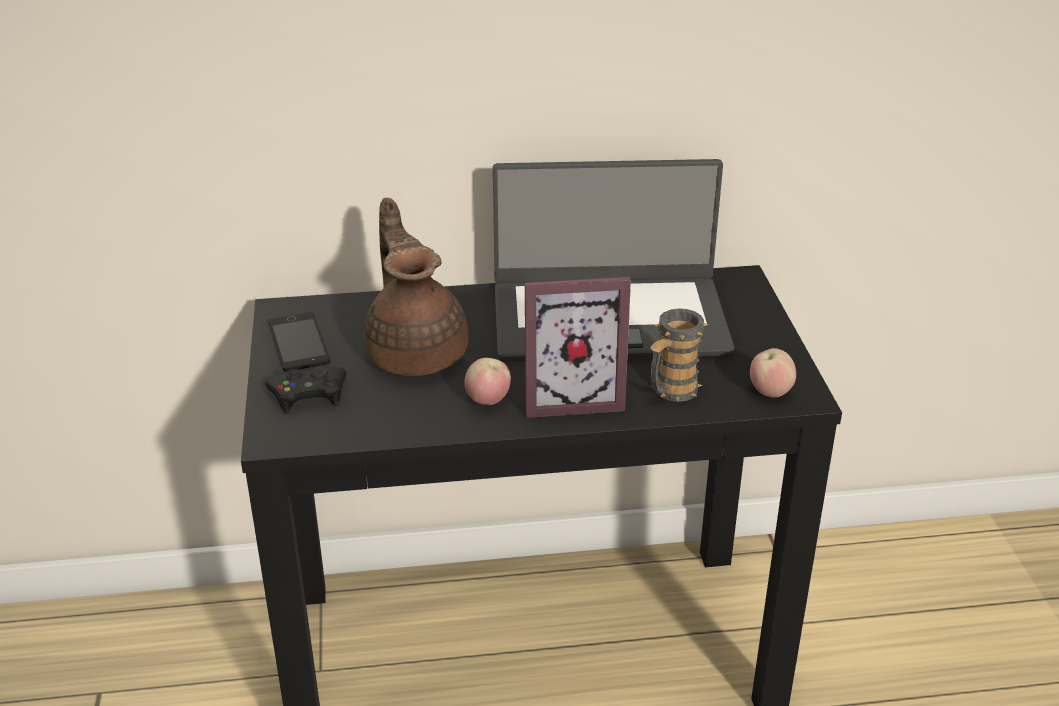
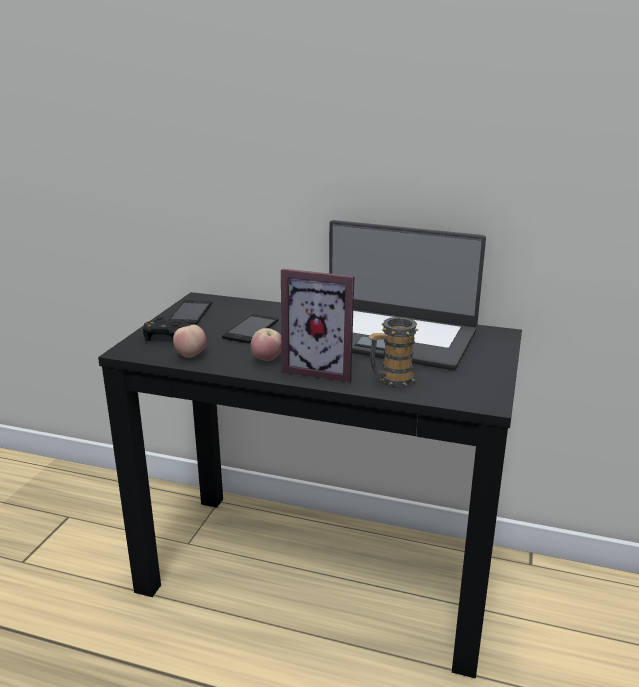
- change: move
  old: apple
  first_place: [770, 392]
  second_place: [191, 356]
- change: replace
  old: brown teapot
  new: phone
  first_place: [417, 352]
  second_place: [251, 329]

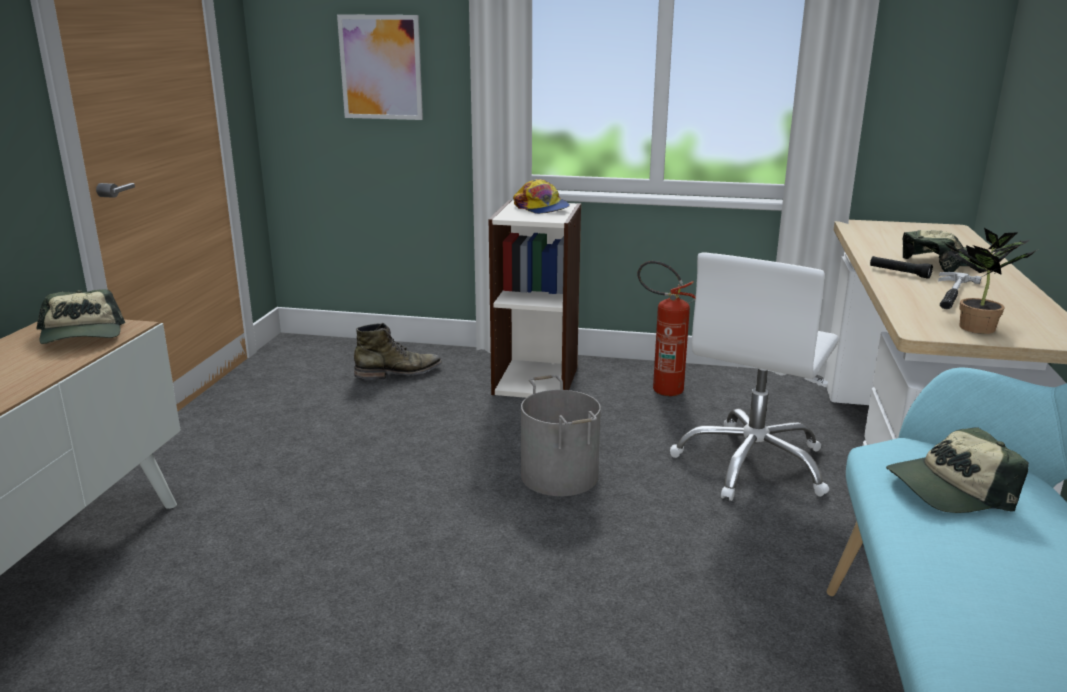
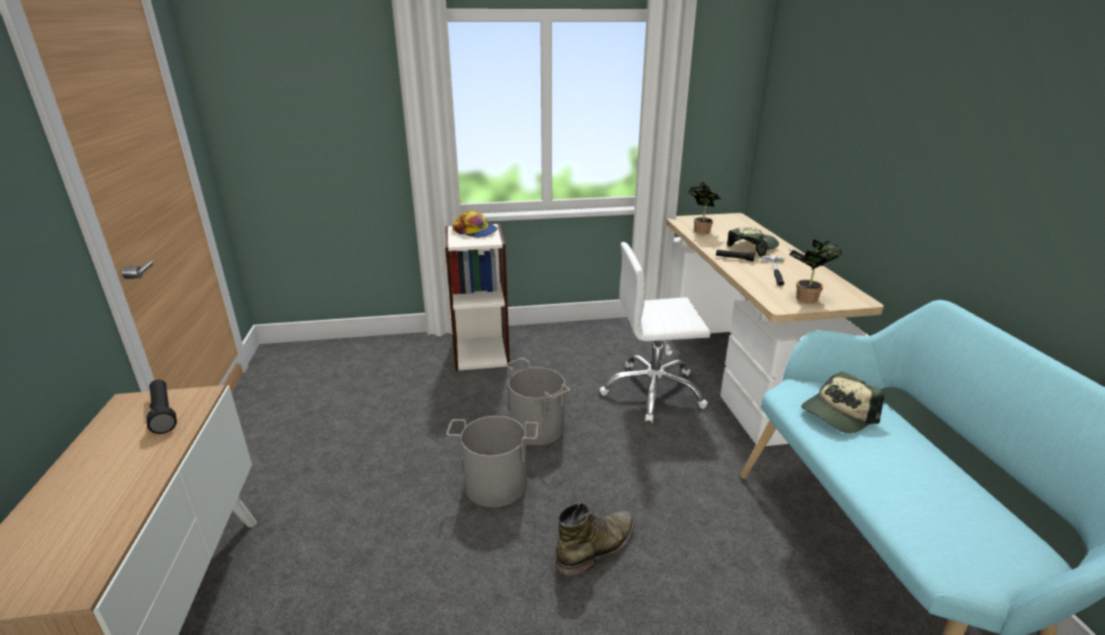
- change: delete
  old: picture
  first_place: [381, 67]
- change: delete
  old: fire extinguisher
  first_place: [660, 389]
- change: insert
  new: grey bucket
  second_place: [495, 485]
- change: insert
  new: potted plant
  second_place: [700, 230]
- change: move
  old: green boot
  first_place: [399, 373]
  second_place: [597, 547]
- change: replace
  old: cap
  new: black flashlight
  first_place: [82, 335]
  second_place: [163, 413]
- change: rotate
  old: white office chair
  first_place: [753, 464]
  second_place: [653, 392]
  degrees: 75

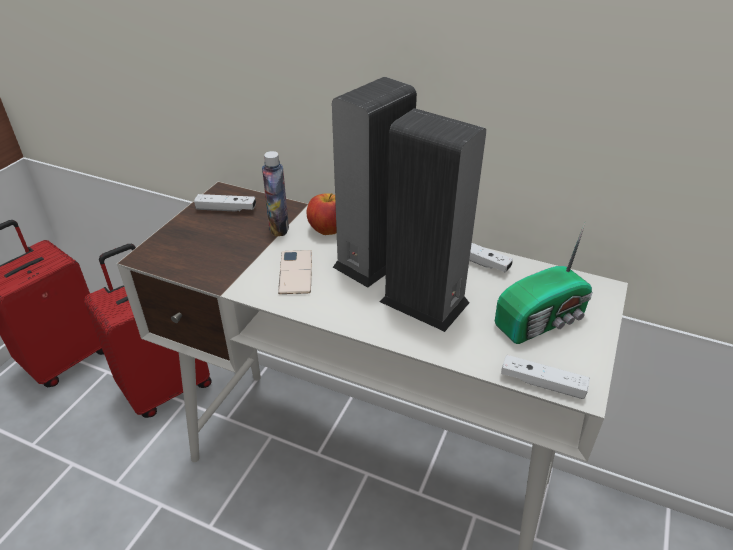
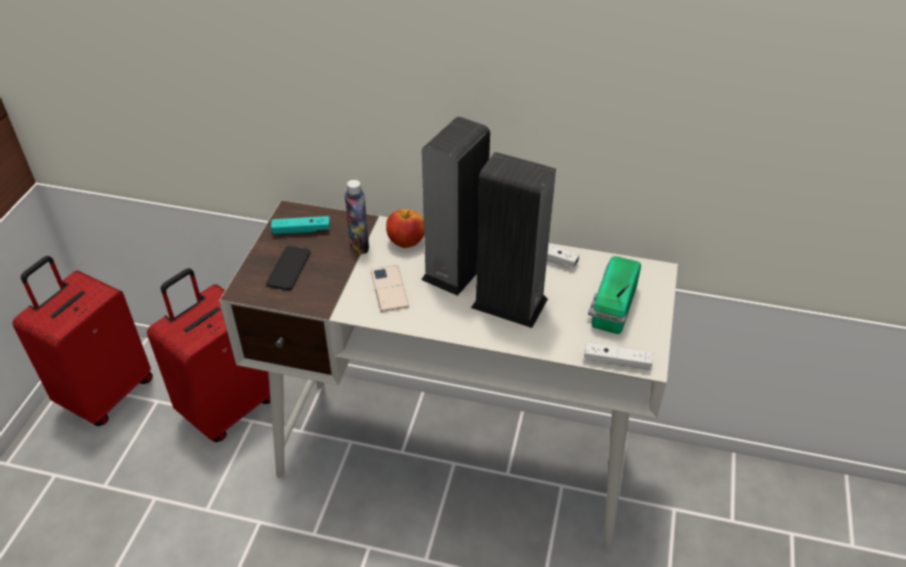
- change: insert
  new: phone
  second_place: [289, 268]
- change: recolor
  old: white game controller
  new: turquoise game controller
  first_place: [226, 209]
  second_place: [301, 230]
- change: rotate
  old: radio
  first_place: [543, 321]
  second_place: [611, 307]
  degrees: 150

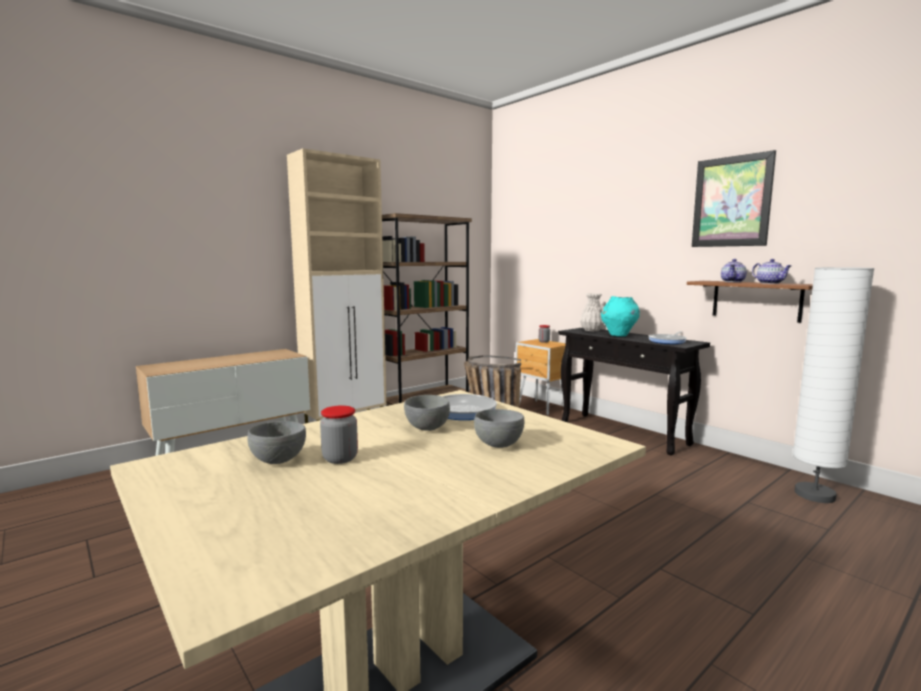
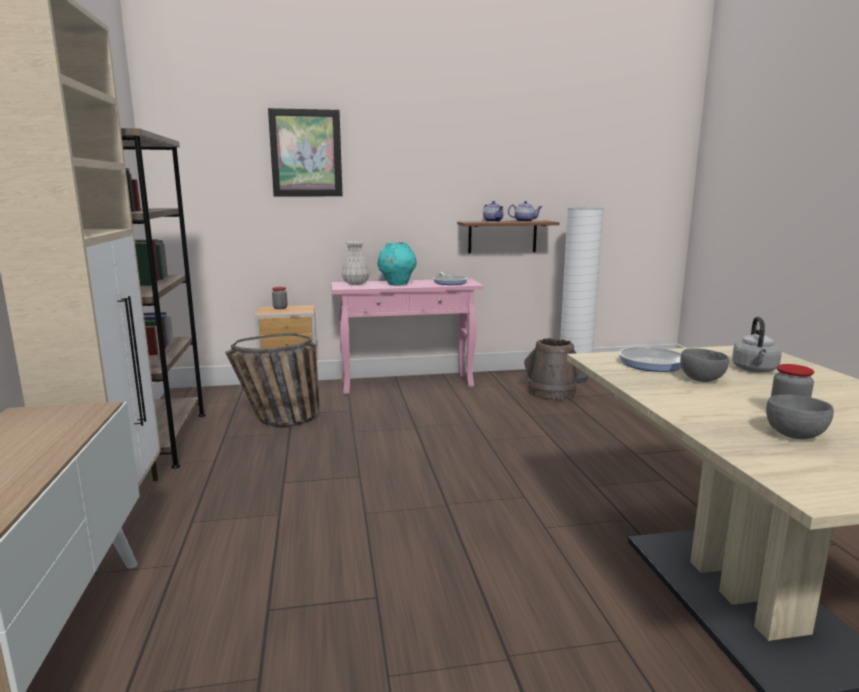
- change: insert
  new: brown bucket
  second_place: [551, 392]
- change: move
  old: picture
  first_place: [731, 202]
  second_place: [306, 153]
- change: replace
  old: grey bowl
  new: grey kettle
  first_place: [498, 445]
  second_place: [755, 370]
- change: recolor
  old: black console table
  new: pink console table
  first_place: [624, 433]
  second_place: [408, 384]

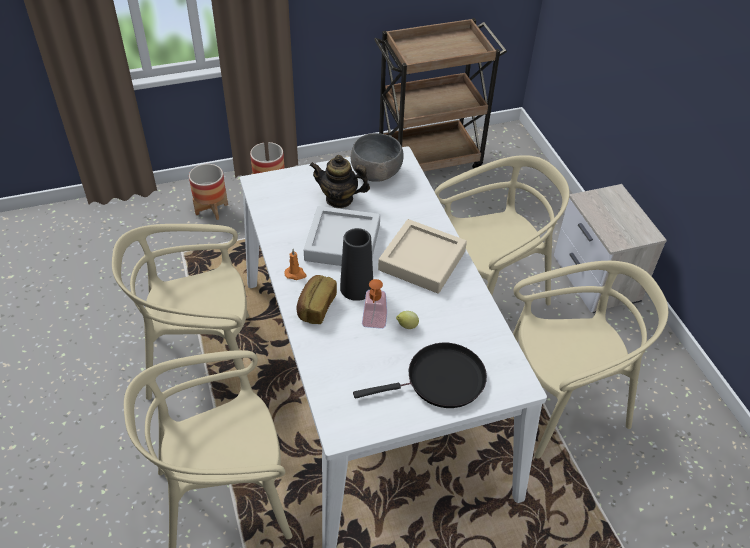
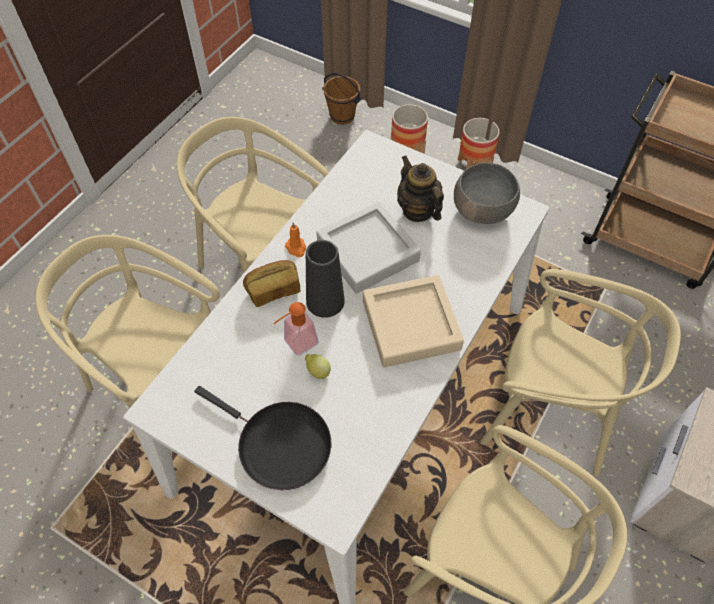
- change: insert
  new: brown bucket
  second_place: [342, 116]

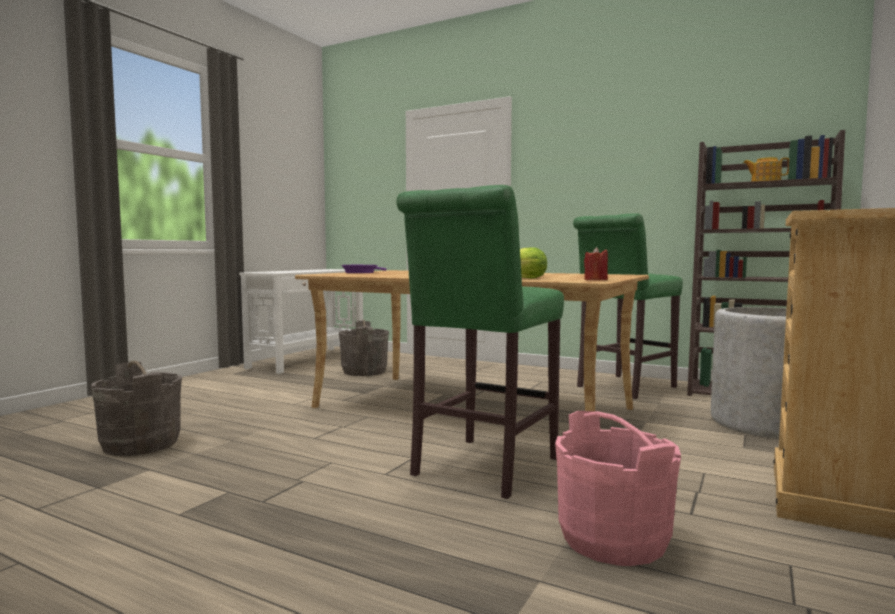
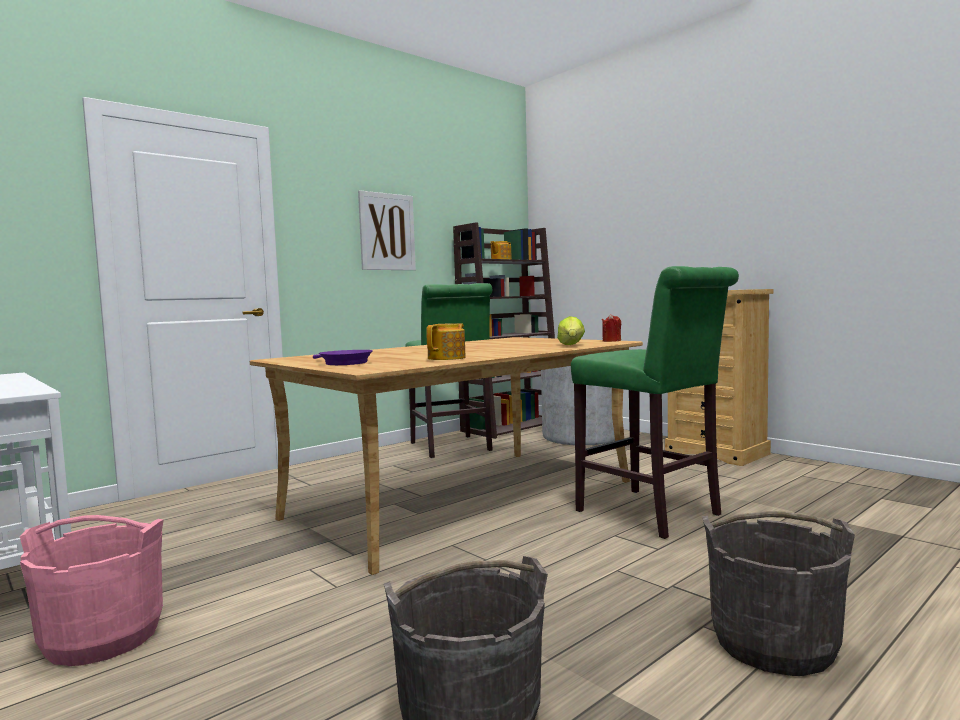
- change: insert
  new: picture
  second_place: [387, 232]
- change: insert
  new: teapot
  second_place: [447, 358]
- change: move
  old: grey bucket
  first_place: [364, 371]
  second_place: [773, 644]
- change: move
  old: pink bucket
  first_place: [613, 539]
  second_place: [102, 638]

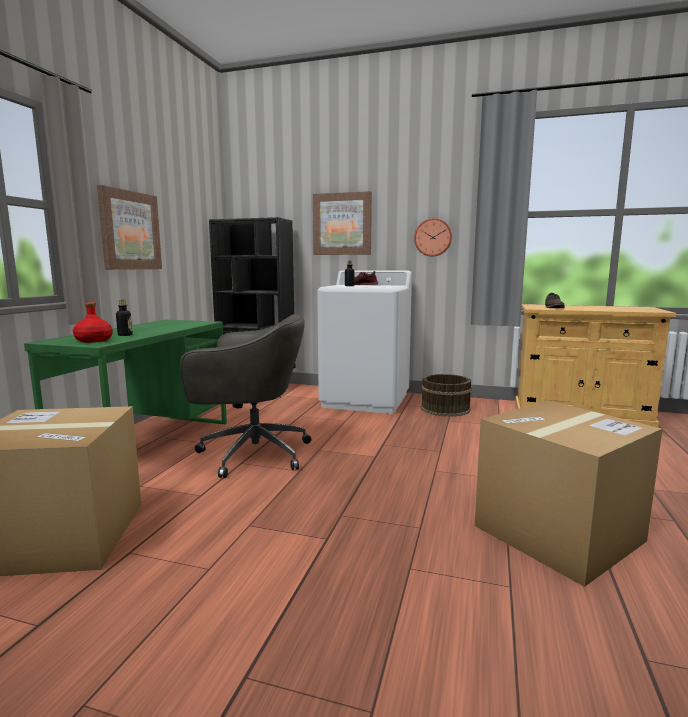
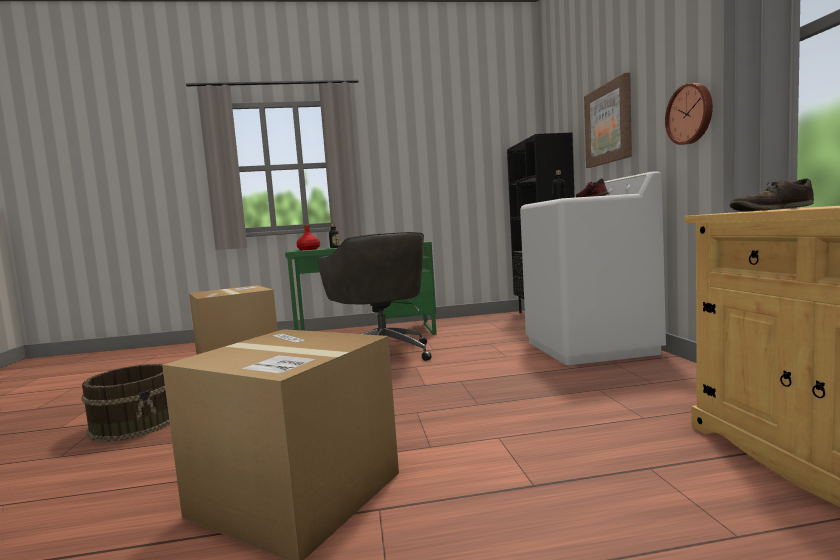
- change: delete
  old: picture
  first_place: [130, 230]
- change: move
  old: brown bucket
  first_place: [445, 408]
  second_place: [136, 423]

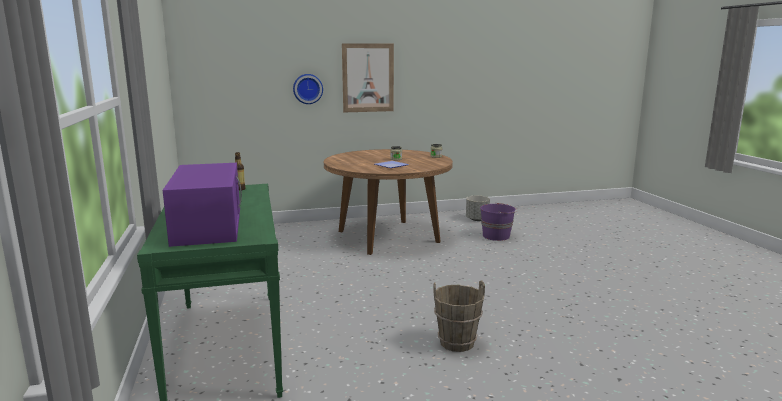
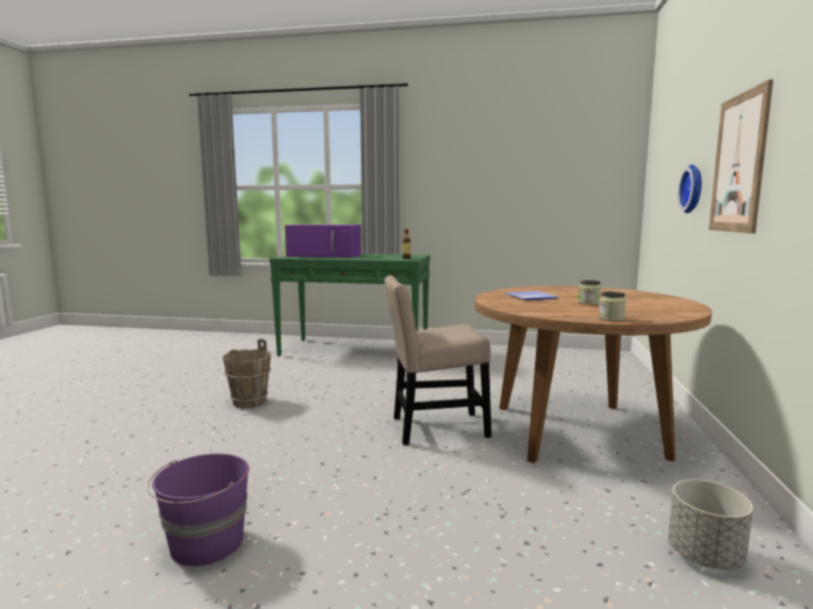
- change: insert
  new: beige chair
  second_place: [434, 428]
- change: move
  old: purple bucket
  first_place: [496, 236]
  second_place: [206, 544]

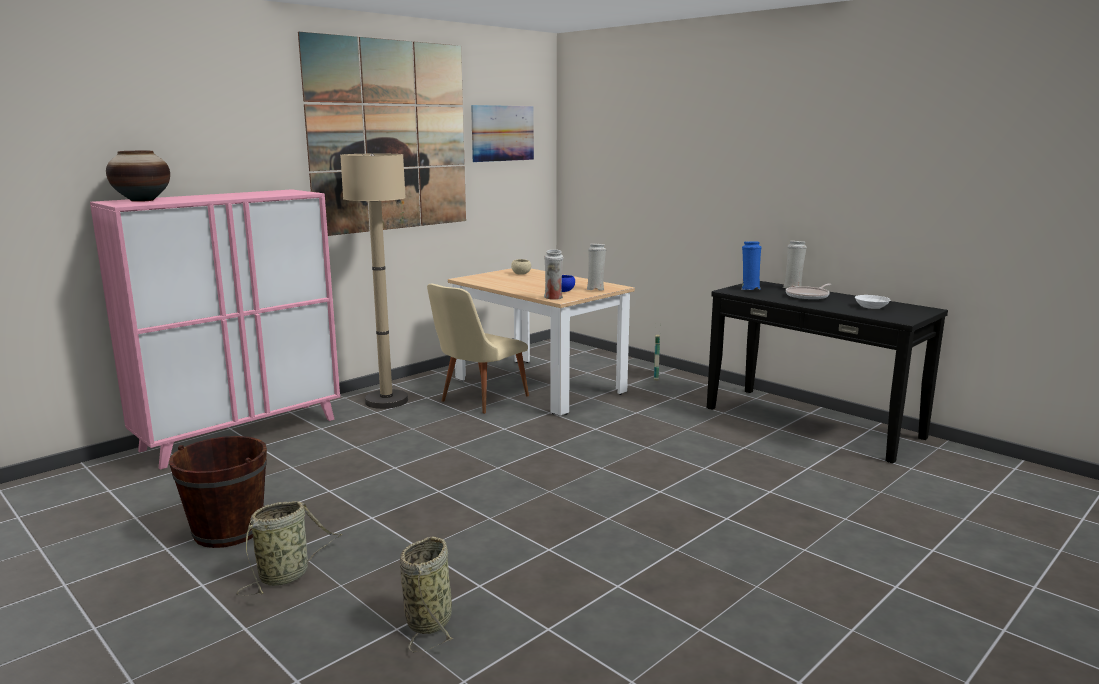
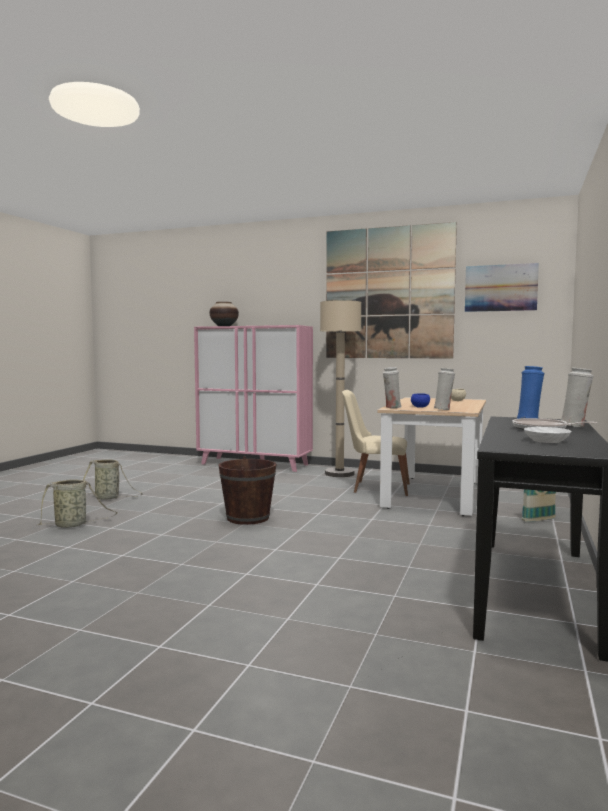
- change: move
  old: brown bucket
  first_place: [228, 531]
  second_place: [248, 518]

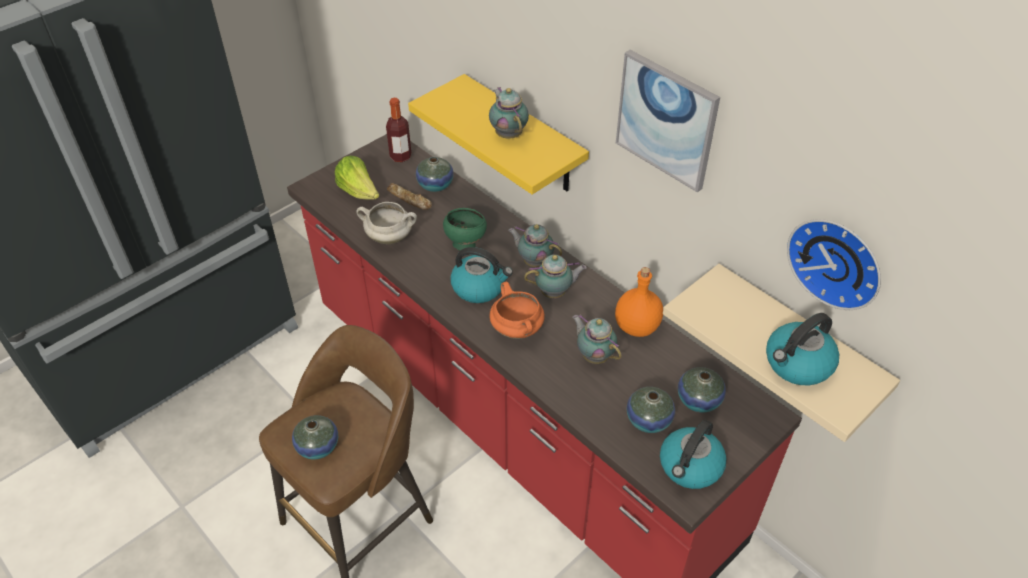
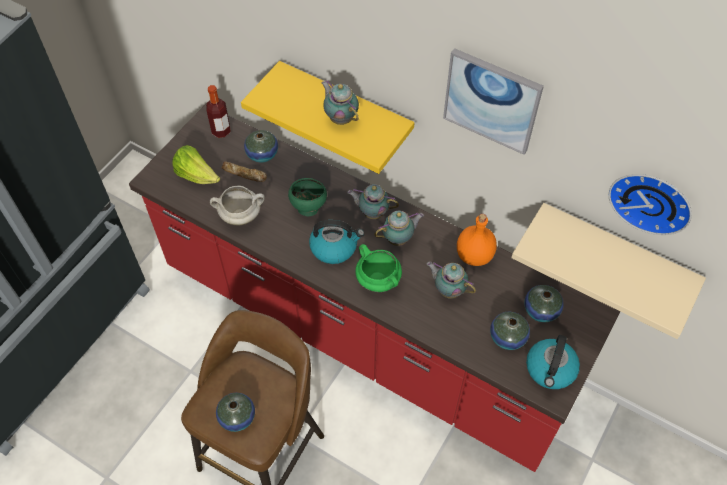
- change: delete
  old: kettle
  first_place: [797, 364]
- change: recolor
  old: orange cooking pot
  new: green cooking pot
  first_place: [518, 329]
  second_place: [379, 280]

